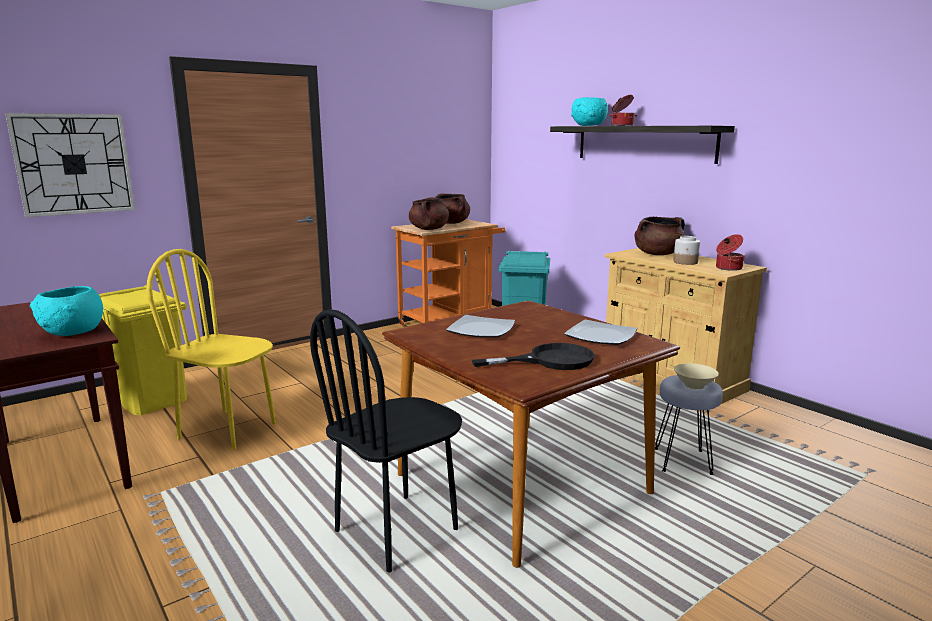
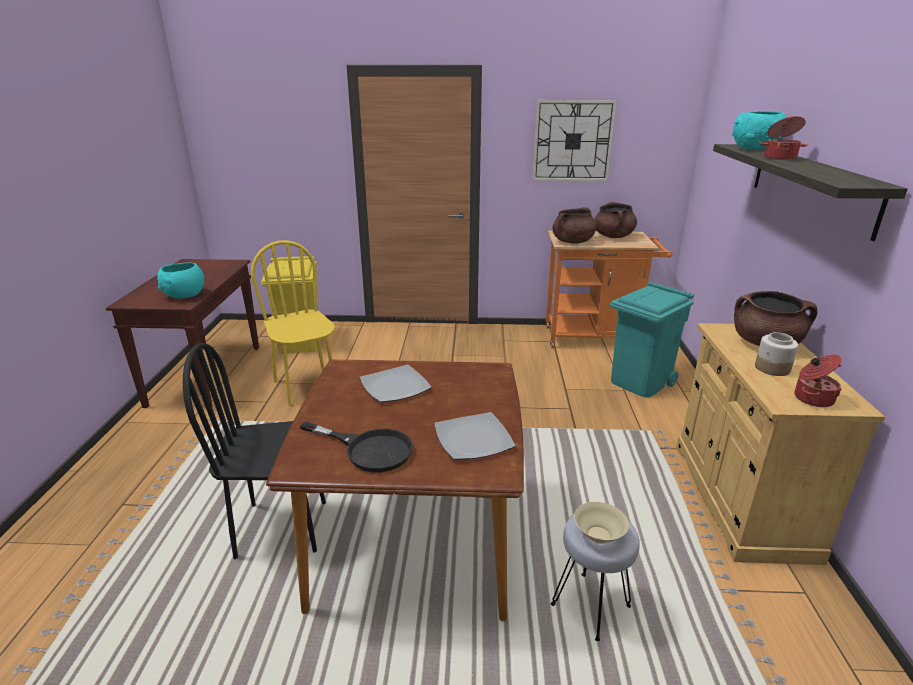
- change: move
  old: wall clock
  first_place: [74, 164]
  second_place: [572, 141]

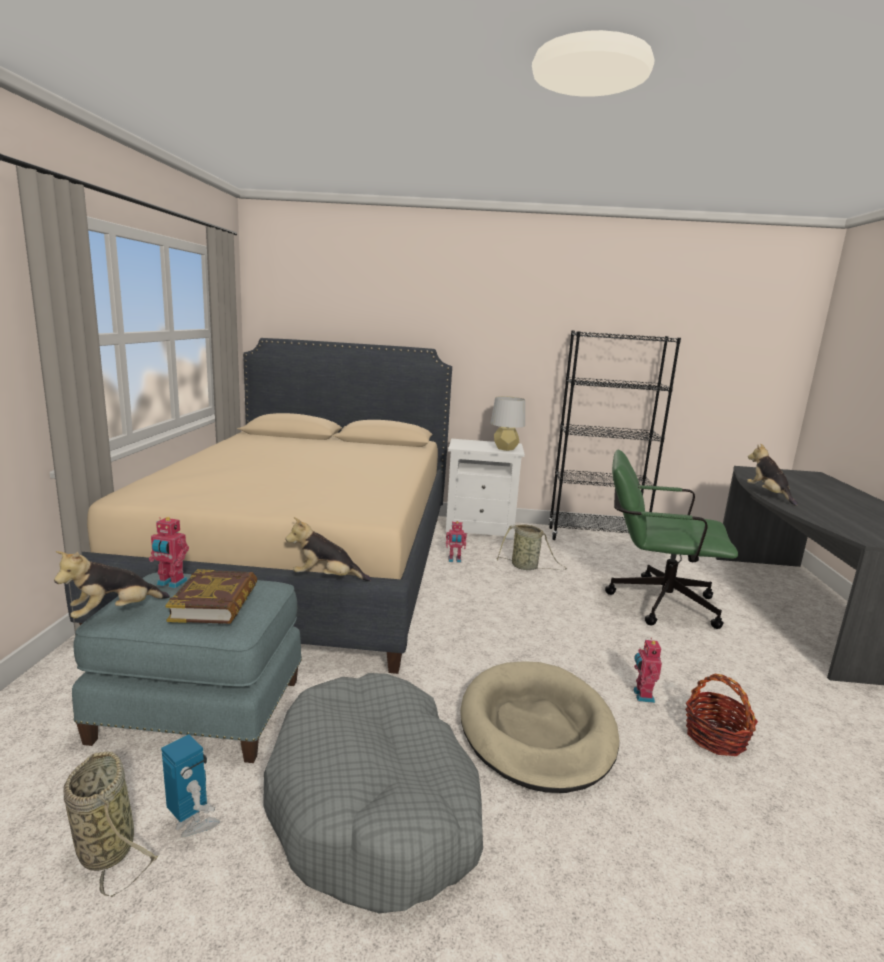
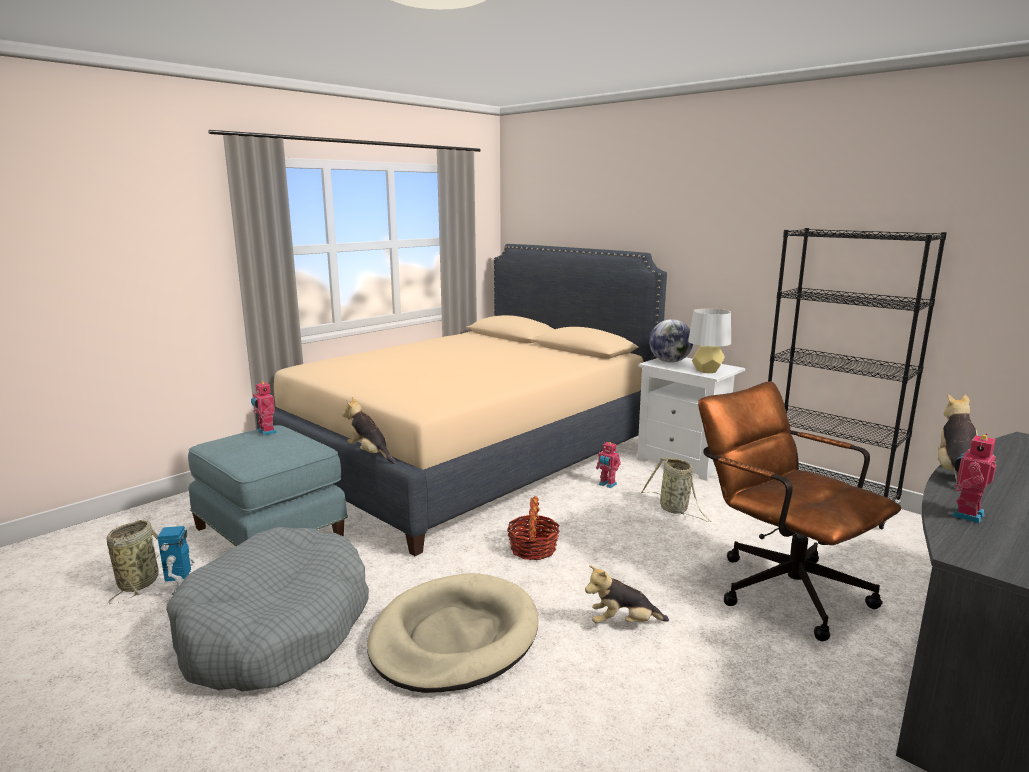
- change: delete
  old: book
  first_place: [215, 603]
- change: insert
  new: globe
  second_place: [669, 361]
- change: move
  old: plush toy
  first_place: [114, 612]
  second_place: [623, 623]
- change: move
  old: toy robot
  first_place: [642, 695]
  second_place: [965, 514]
- change: move
  old: basket
  first_place: [715, 737]
  second_place: [533, 549]
- change: recolor
  old: green office chair
  new: brown office chair
  first_place: [653, 601]
  second_place: [779, 586]

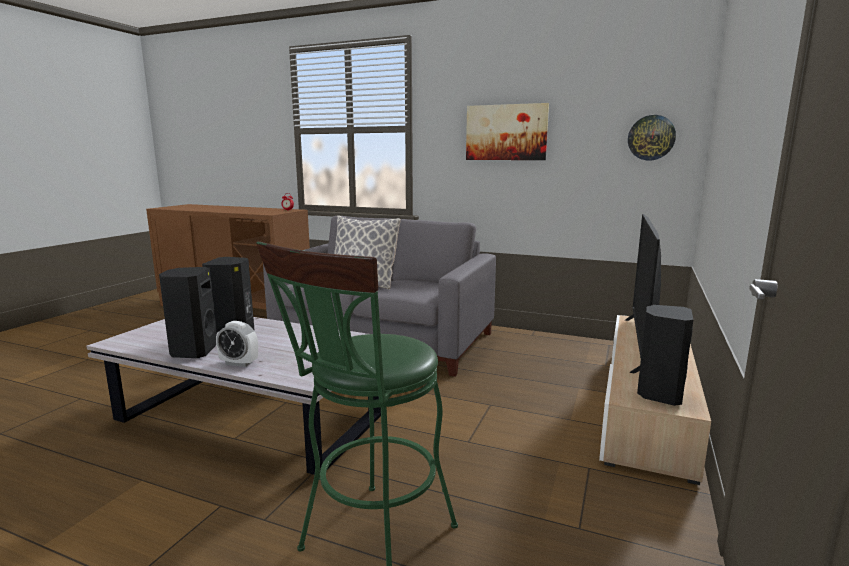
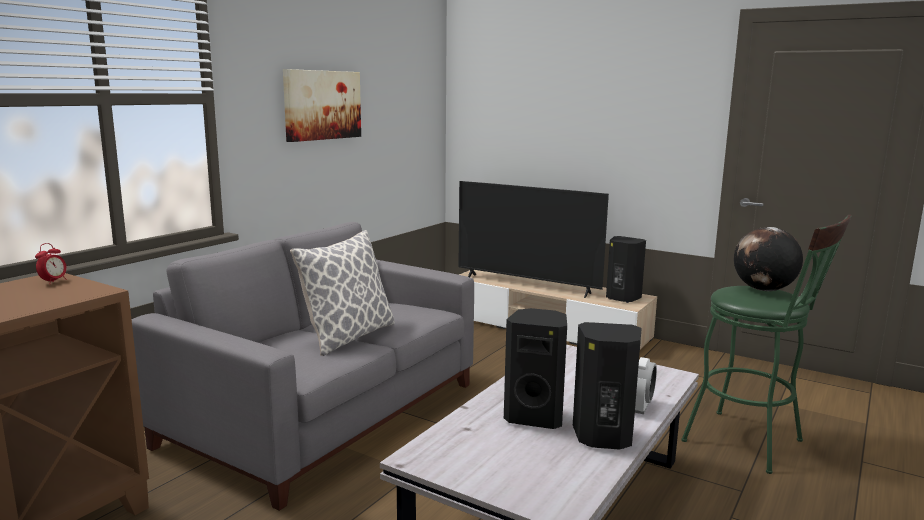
- change: delete
  old: wall clock
  first_place: [651, 138]
- change: insert
  new: globe
  second_place: [763, 290]

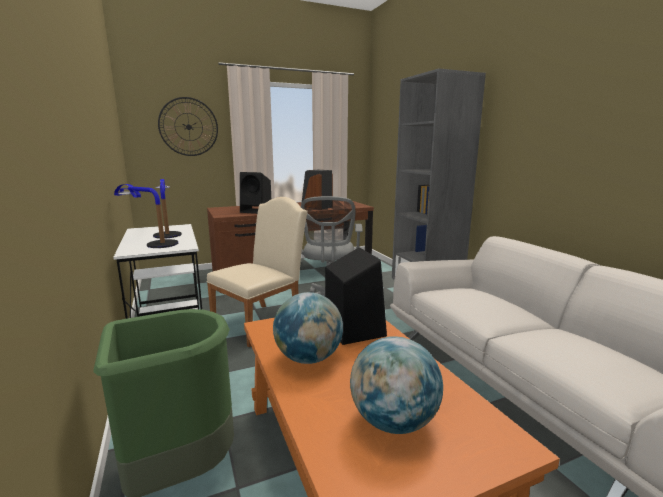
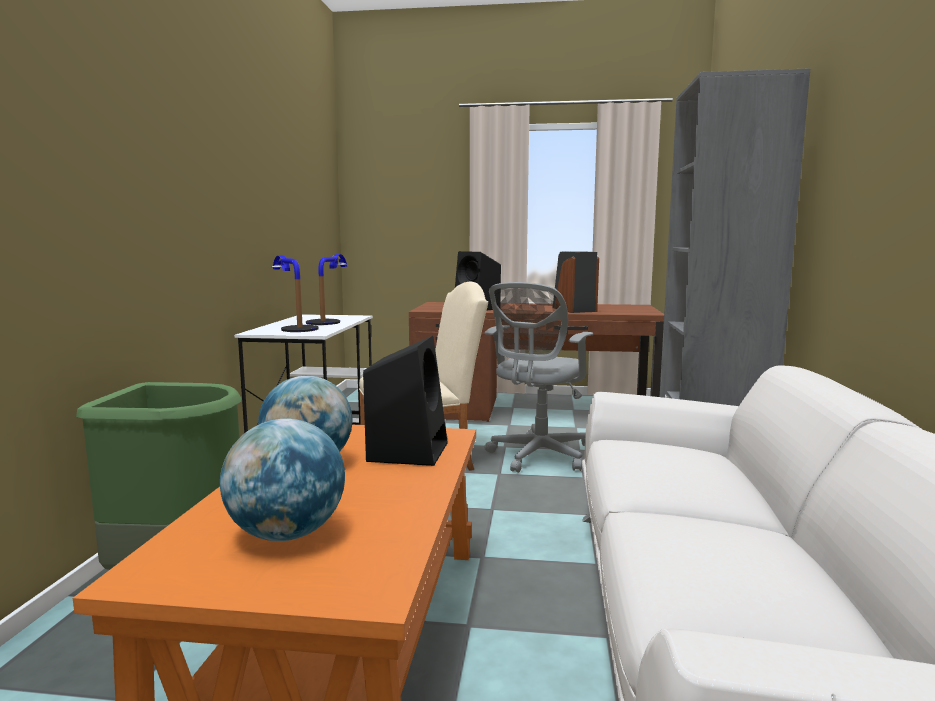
- change: delete
  old: wall clock
  first_place: [188, 127]

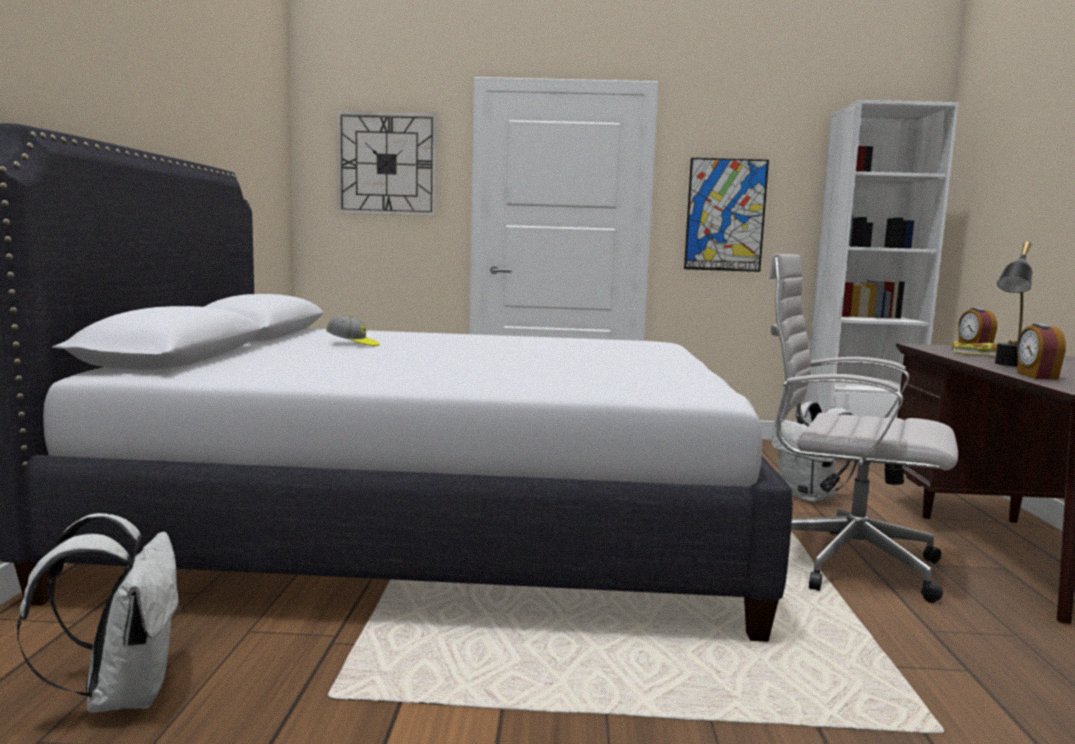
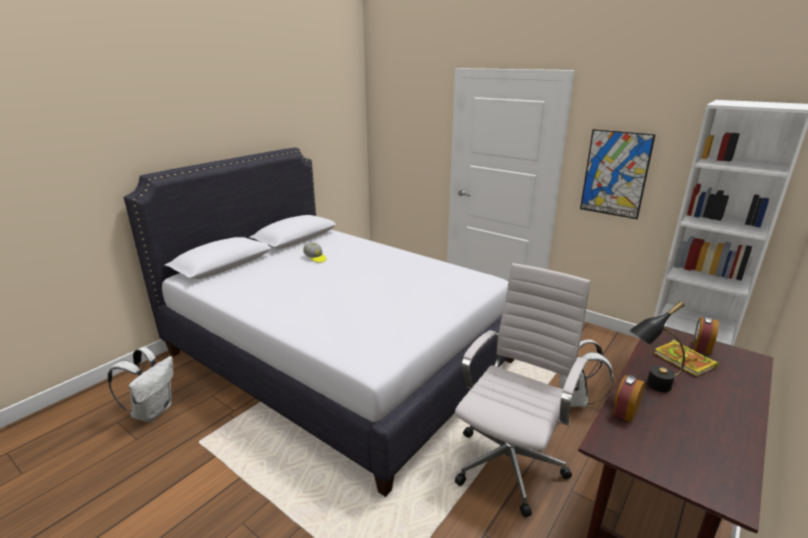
- change: delete
  old: wall clock
  first_place: [387, 164]
- change: rotate
  old: white office chair
  first_place: [842, 562]
  second_place: [511, 462]
  degrees: 60

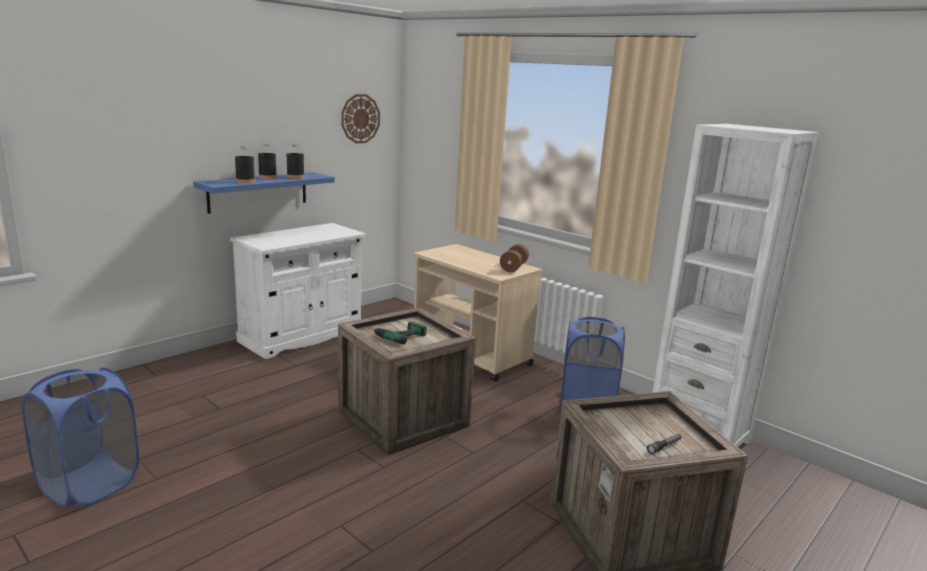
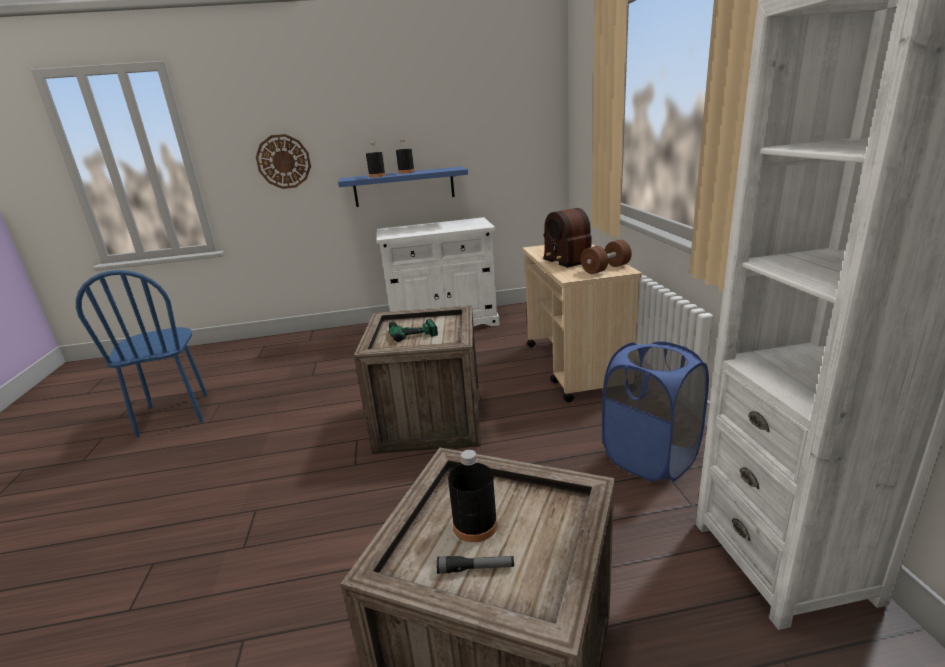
- change: insert
  new: radio
  second_place: [571, 258]
- change: move
  old: black bottle
  first_place: [295, 177]
  second_place: [475, 525]
- change: move
  old: wall clock
  first_place: [360, 118]
  second_place: [283, 161]
- change: replace
  old: blue laundry basket
  new: blue chair
  first_place: [89, 485]
  second_place: [175, 414]

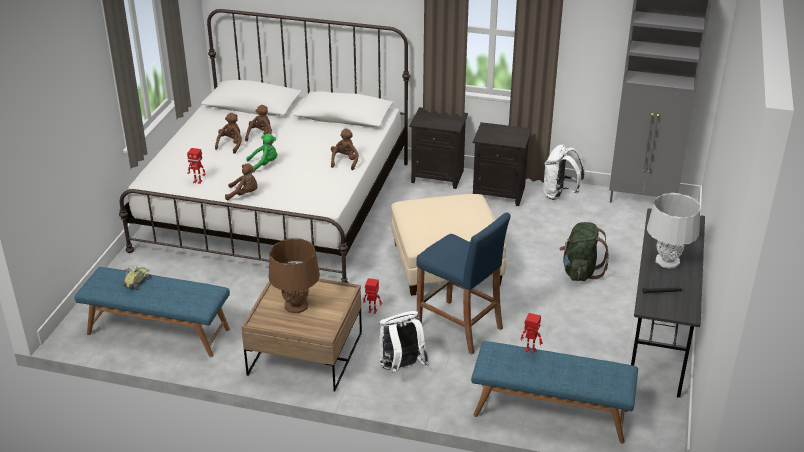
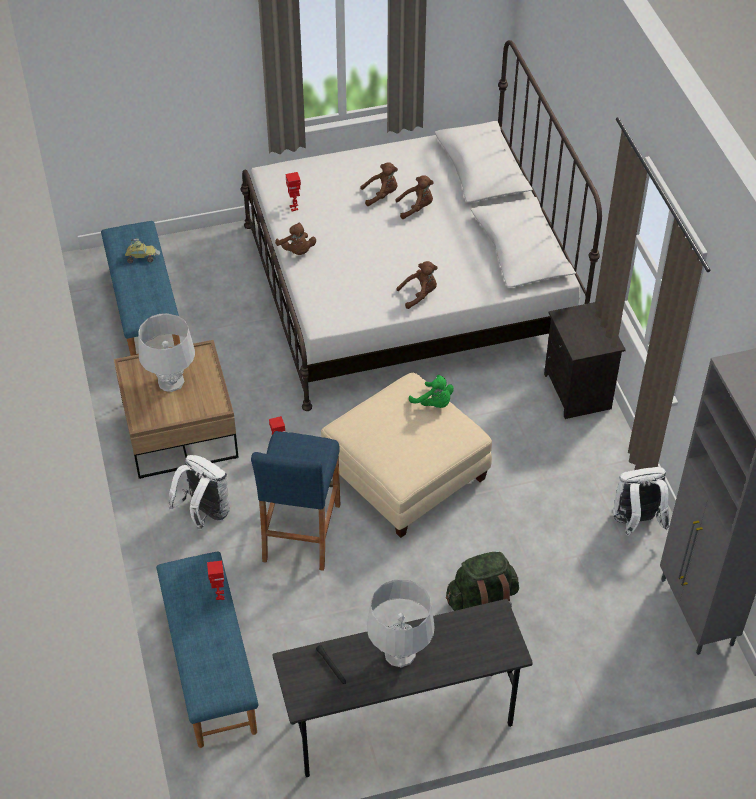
- change: delete
  old: black nightstand
  first_place: [500, 193]
- change: move
  old: green plush toy
  first_place: [264, 164]
  second_place: [434, 403]
- change: recolor
  old: brown table lamp
  new: grey table lamp
  first_place: [296, 305]
  second_place: [171, 381]

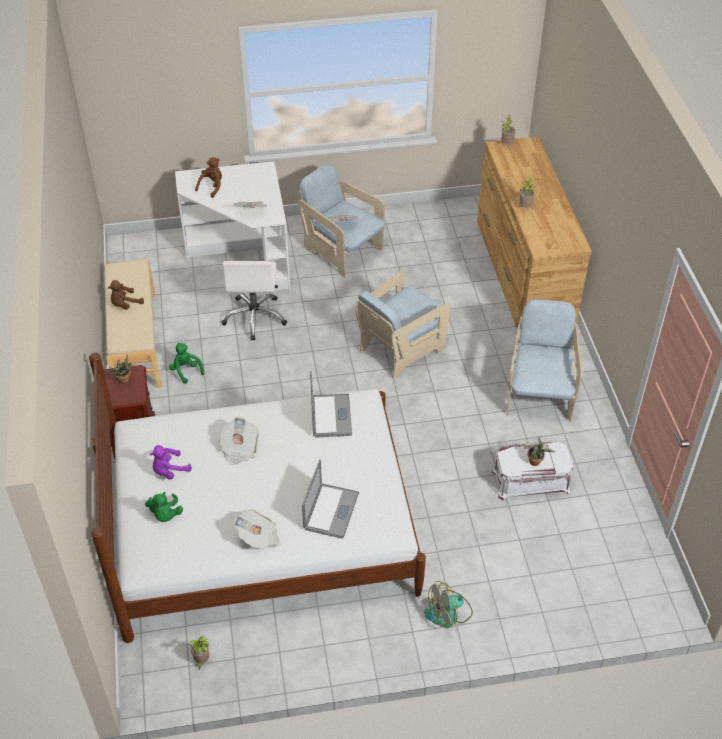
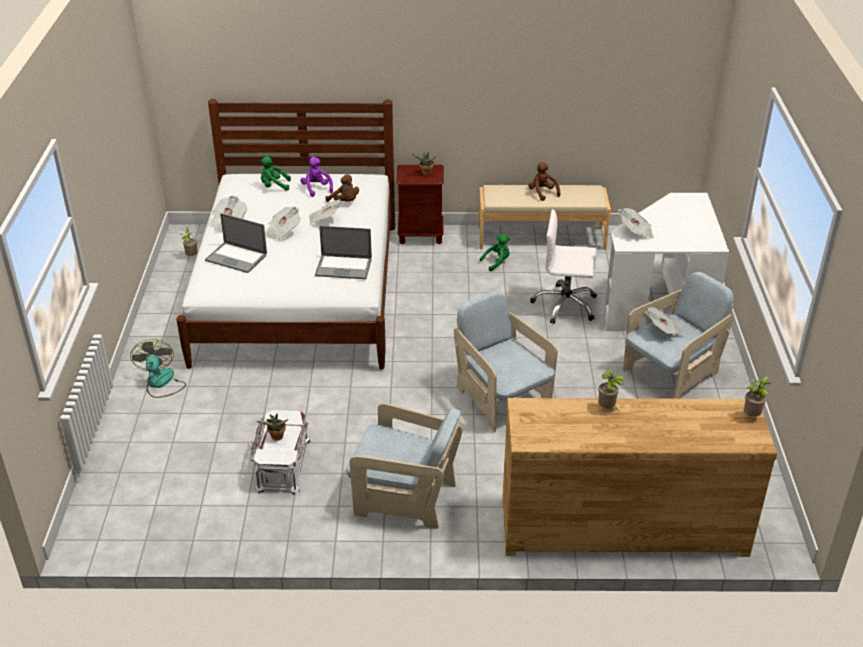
- change: insert
  new: newspaper
  second_place: [282, 232]
- change: move
  old: brown plush toy
  first_place: [212, 187]
  second_place: [345, 202]

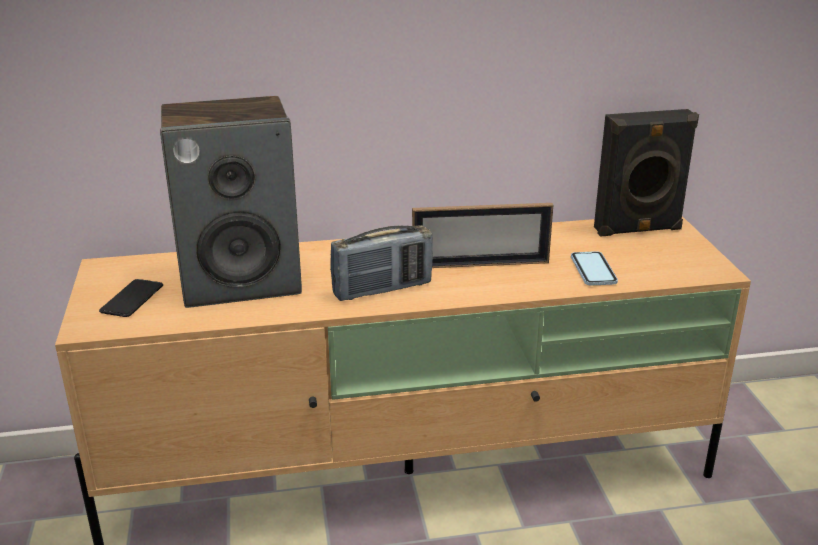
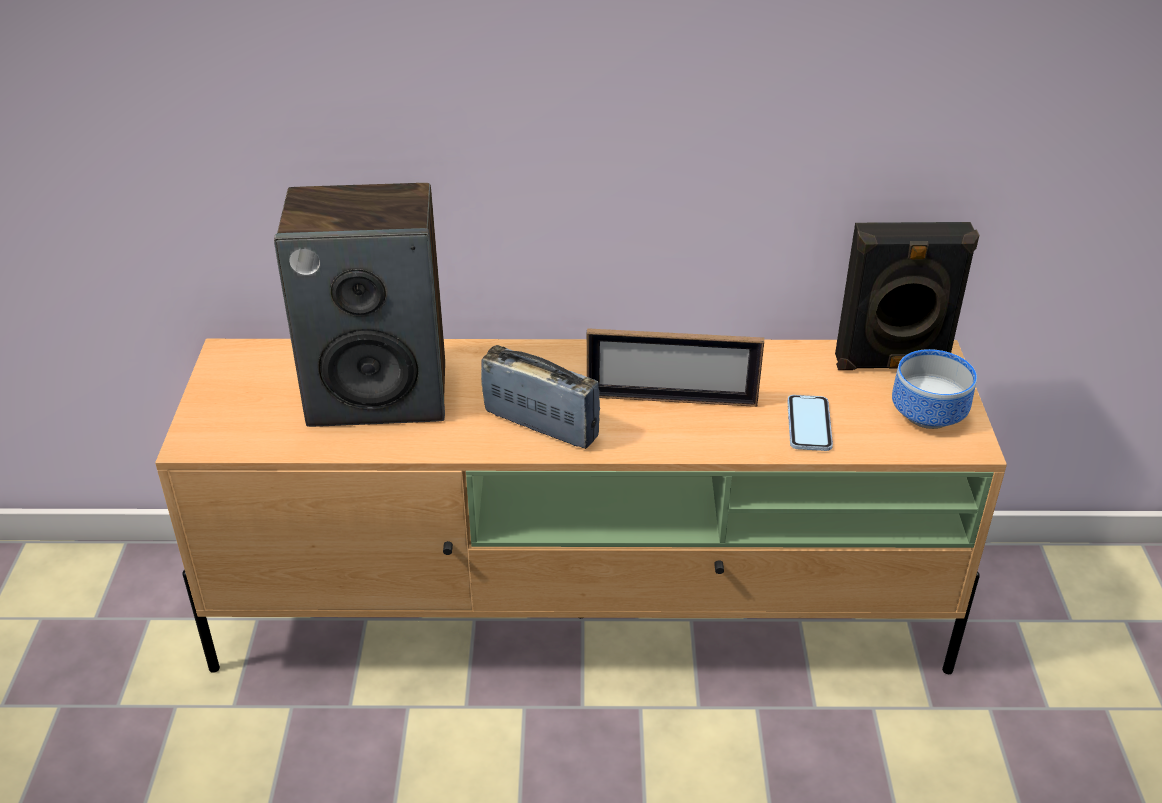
- change: delete
  old: phone
  first_place: [132, 299]
- change: insert
  new: bowl
  second_place: [928, 416]
- change: rotate
  old: radio
  first_place: [382, 289]
  second_place: [541, 425]
  degrees: -135

